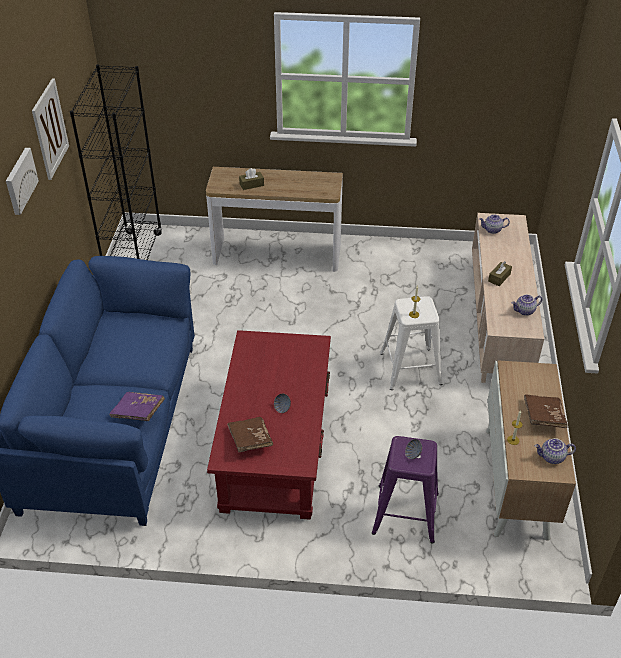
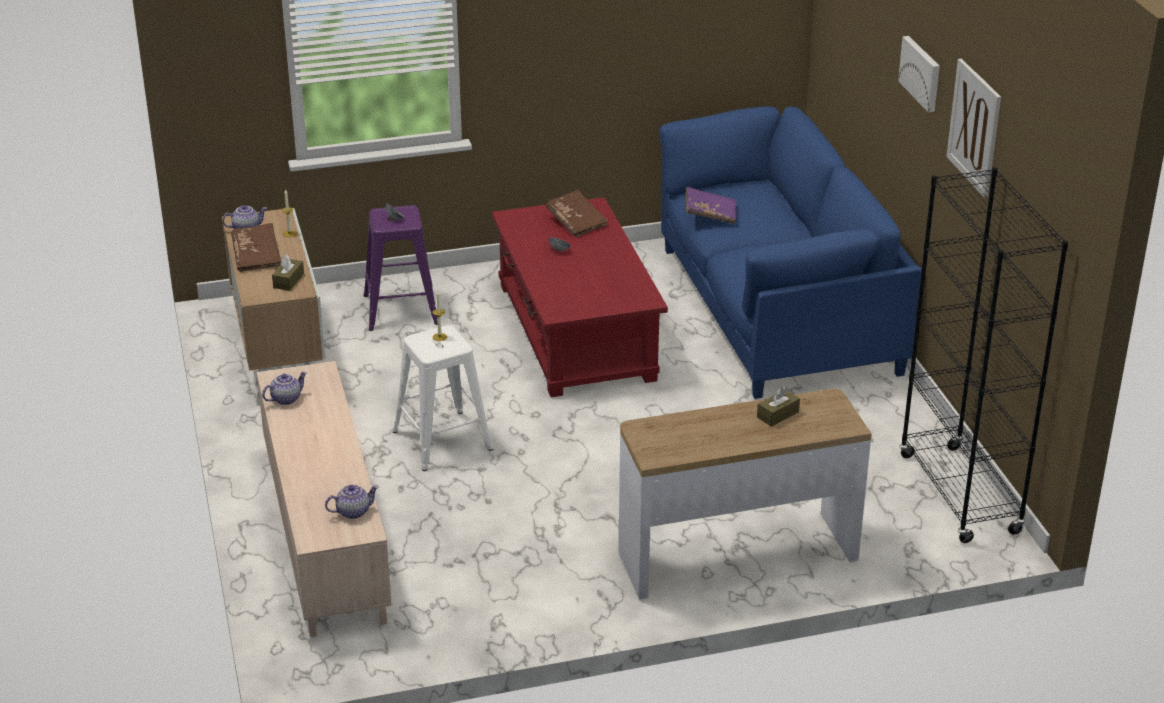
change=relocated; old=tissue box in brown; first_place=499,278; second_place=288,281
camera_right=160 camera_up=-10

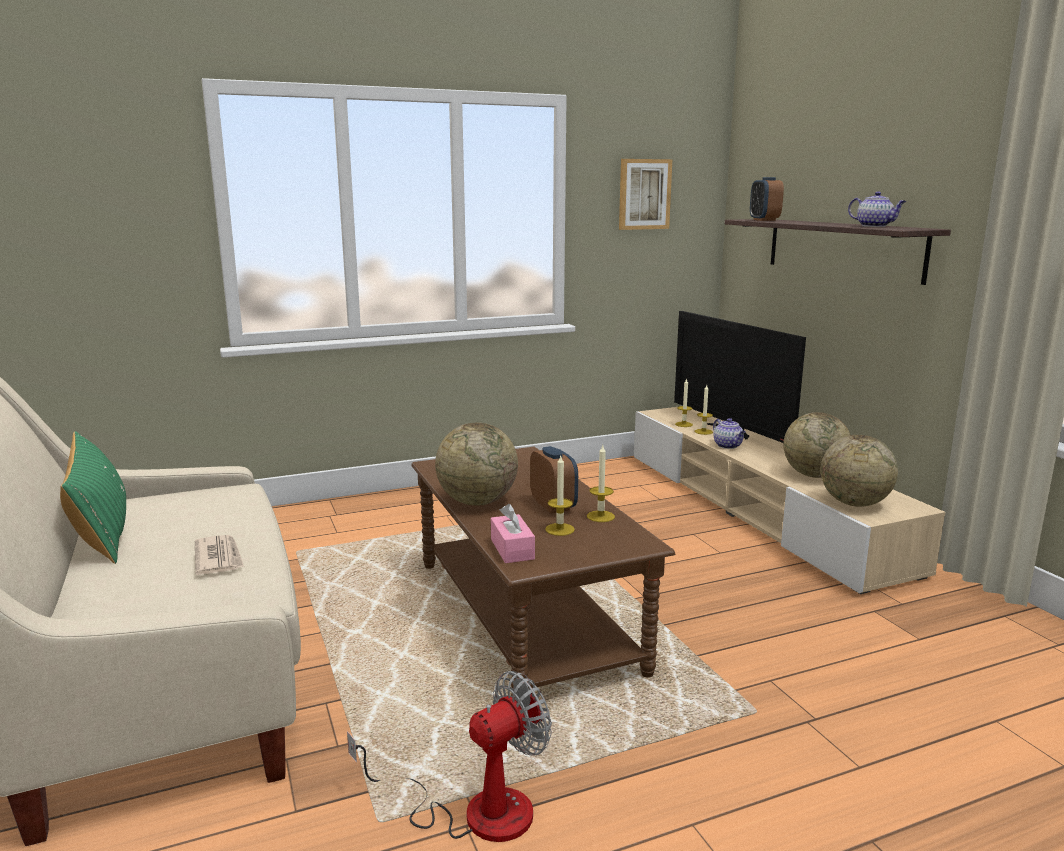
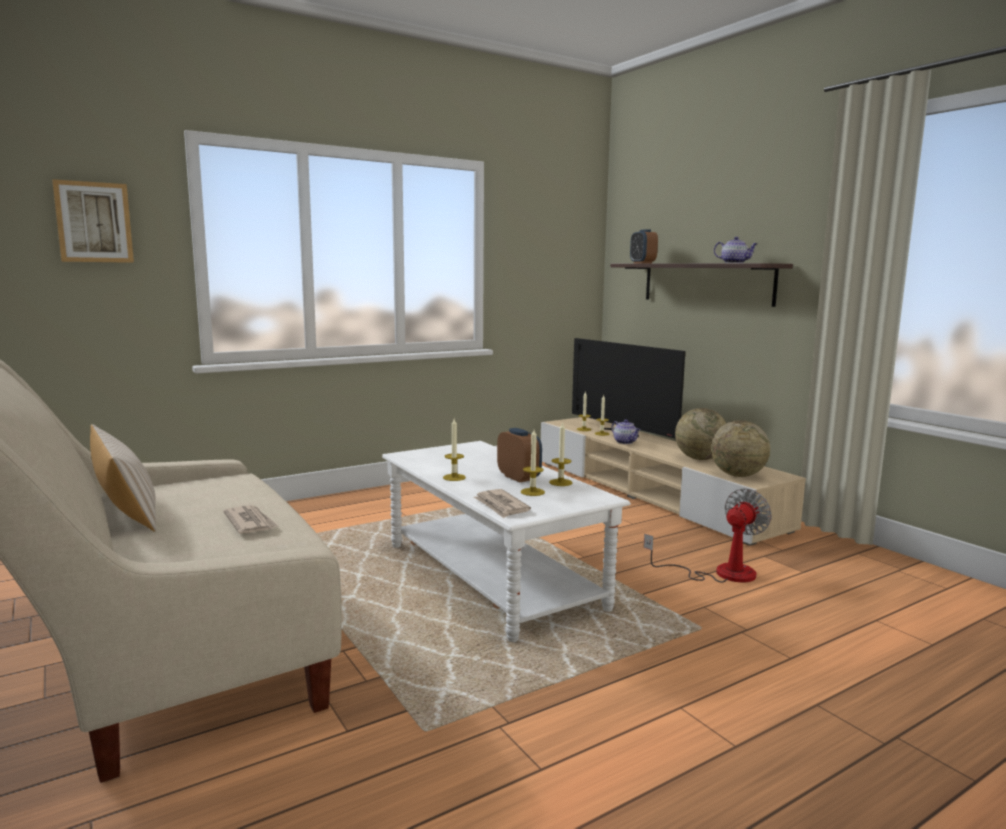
change=relocated; old=fan; first_place=474,810; second_place=720,573
change=relocated; old=picture; first_place=644,194; second_place=94,222
change=exchanged; old=globe; new=candle; first_place=477,502; second_place=454,477
change=exchanged; old=tissue box in pink; new=newspaper; first_place=512,549; second_place=501,506
change=colour; old=pillow in green; new=pillow in beige; first_place=101,530; second_place=126,509
change=colour; old=coffee table in brown; new=coffee table in white; first_place=525,615; second_place=491,576
camera_right=-10 camera_up=-5

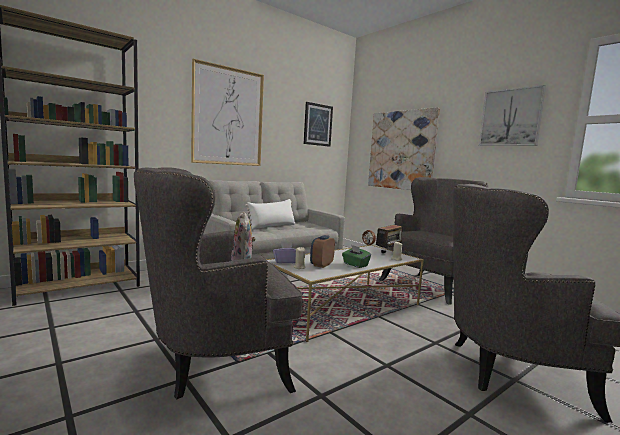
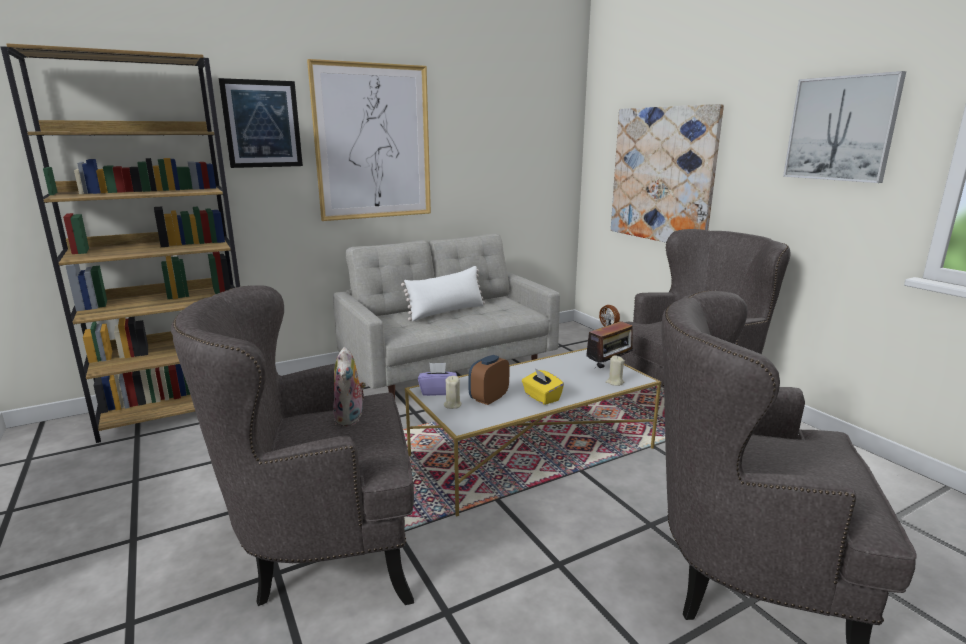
change=relocated; old=picture; first_place=317,125; second_place=262,124
change=colour; old=tissue box in green; new=tissue box in yellow; first_place=355,265; second_place=541,397
camera_right=10 camera_up=10

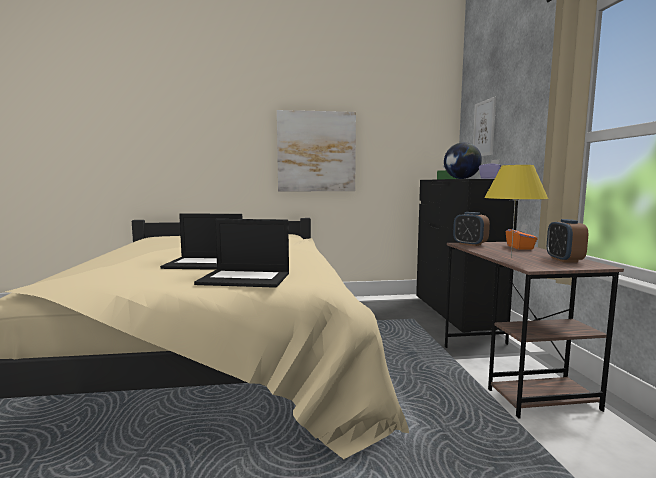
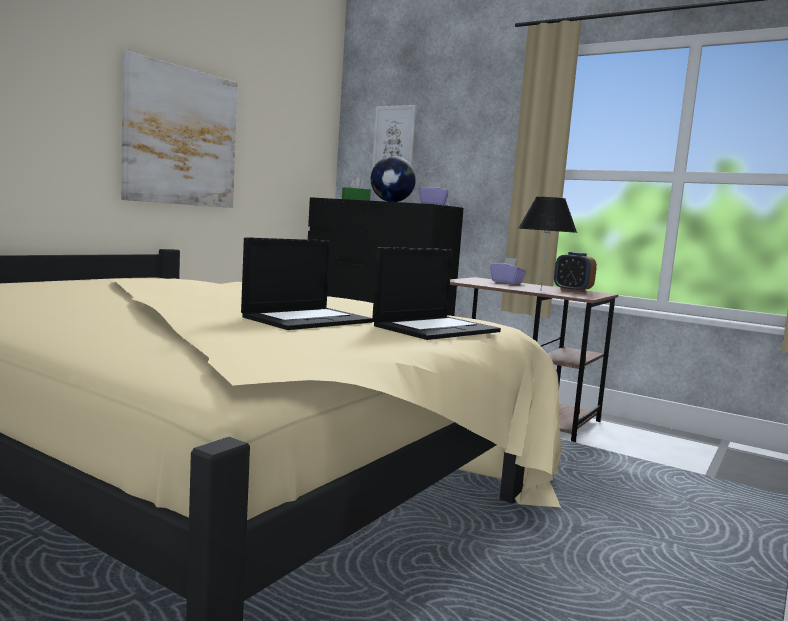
change=missing; old=alarm clock; first_place=470,244
change=colour; old=table lamp in yellow; new=table lamp in black; first_place=511,257; second_place=541,291
change=colour; old=tissue box in orange; new=tissue box in purple; first_place=520,247; second_place=507,282
camera_right=-50 camera_up=0

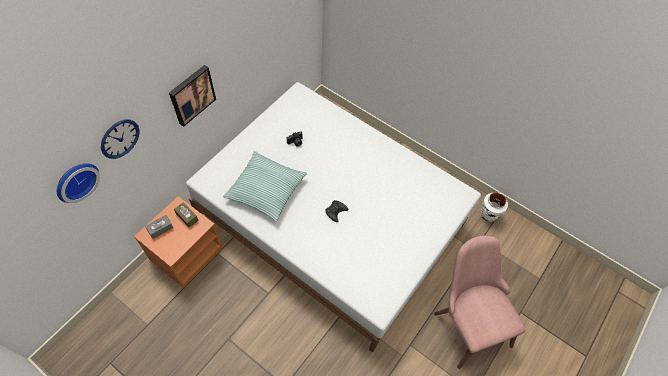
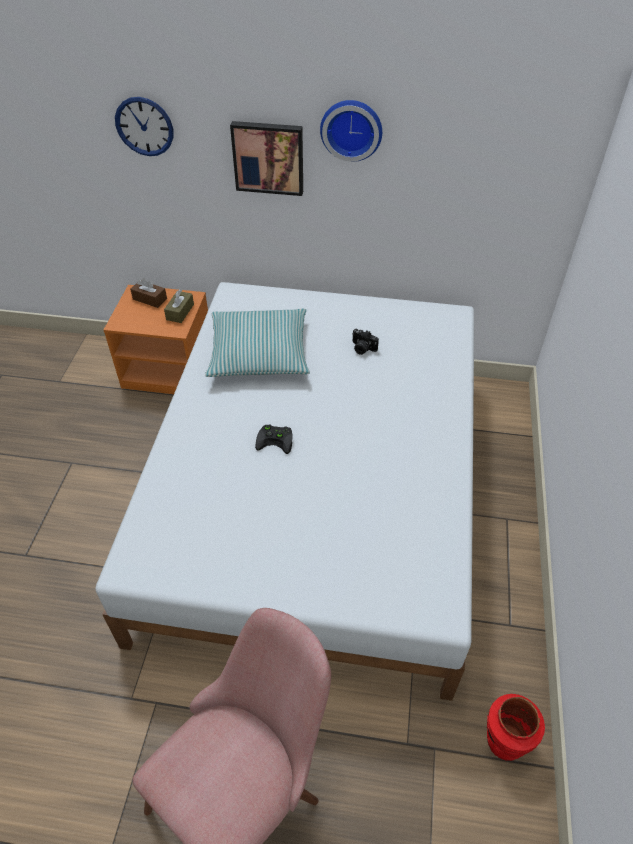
change=relocated; old=wall clock; first_place=75,180; second_place=351,129
change=colour; old=tissue box in grey; new=tissue box in brown; first_place=160,229; second_place=150,299
change=colour; old=vase in white; new=vase in red; first_place=488,215; second_place=504,741
camera_right=65 camera_up=-10

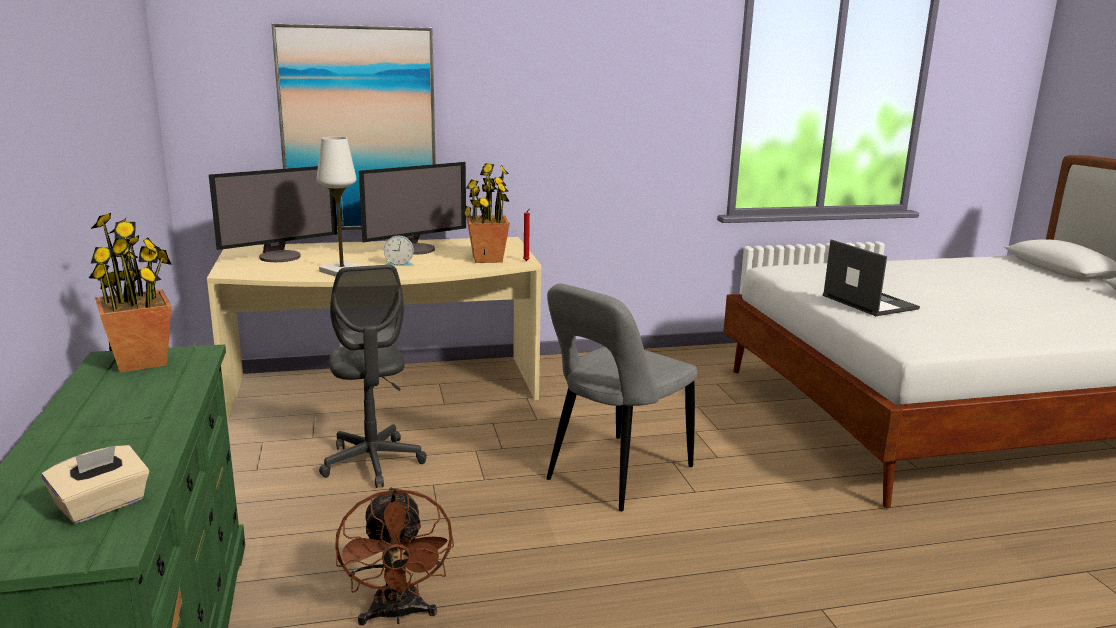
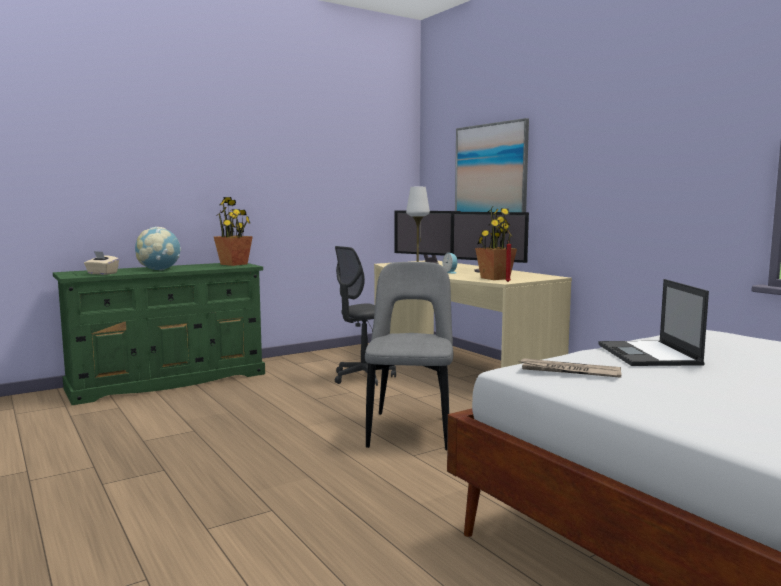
change=missing; old=fan in brown; first_place=397,614
change=appeared; new=globe; second_place=159,270
change=appeared; new=newspaper; second_place=569,371
change=spun; old=chair in grey; first_place=615,475; second_place=411,429; degrees=75
change=spun; old=laptop; first_place=868,302; second_place=649,354; degrees=135
camera_right=70 camera_up=-10

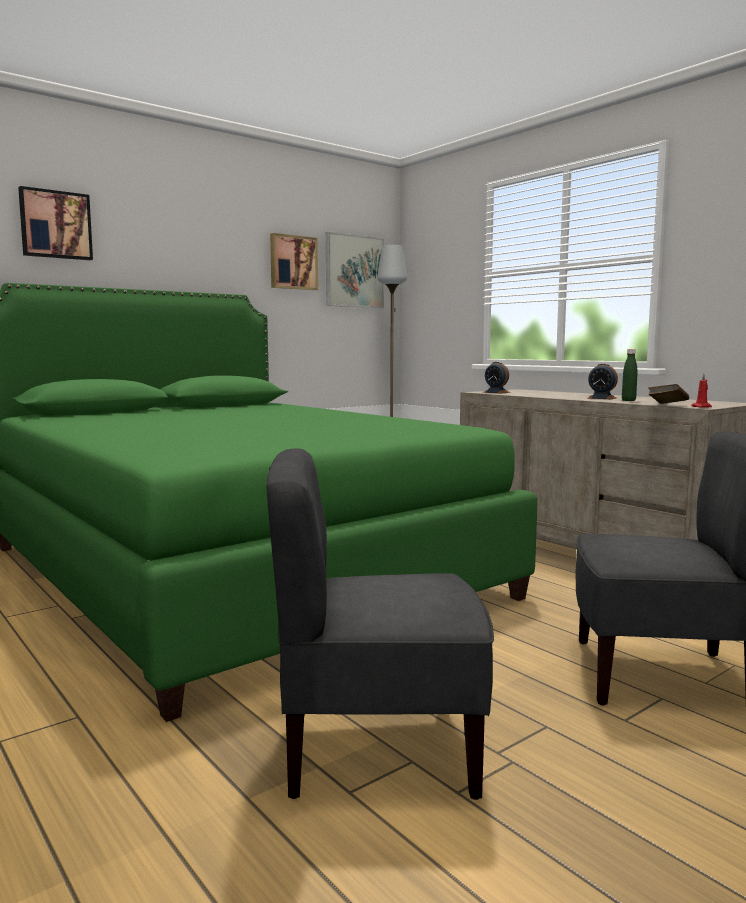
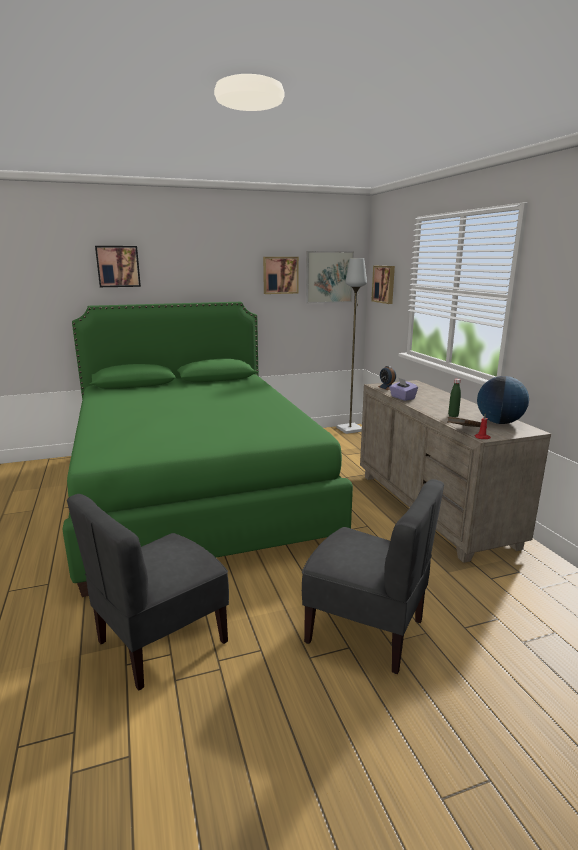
change=missing; old=alarm clock; first_place=602,398
change=appeared; new=picture; second_place=384,284
change=appeared; new=tissue box in purple; second_place=402,398
change=appeared; new=globe; second_place=499,422
change=spun; old=chair in grey; first_place=377,749; second_place=161,641; degrees=-60
camera_right=20 camera_up=10

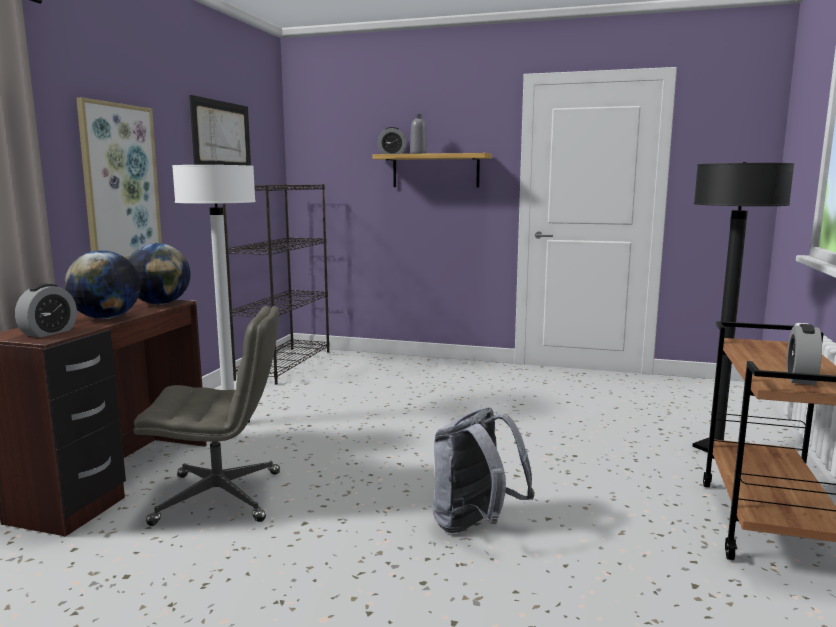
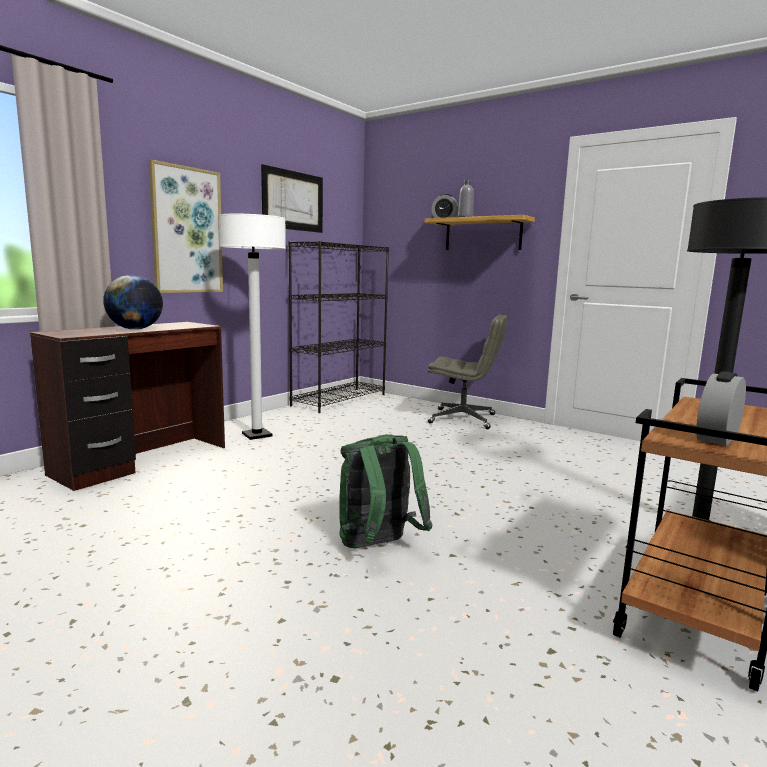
change=missing; old=alarm clock; first_place=49,333
change=missing; old=globe; first_place=160,303
change=relocated; old=office chair in grey; first_place=221,497; second_place=463,419
change=colour; old=backpack in grey; new=backpack in green; first_place=475,525; second_place=378,546
camera_right=20 camera_up=0

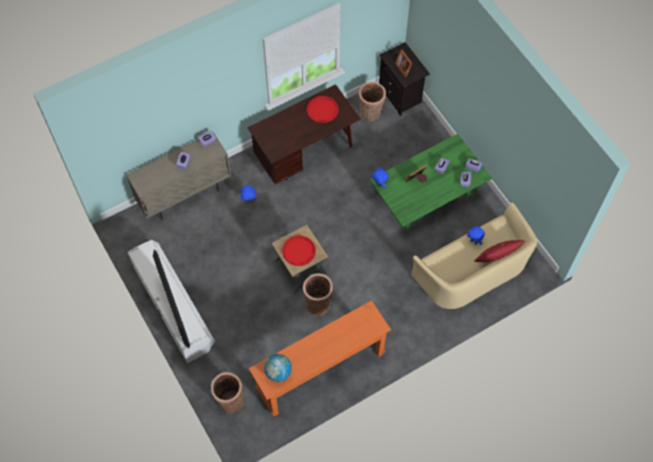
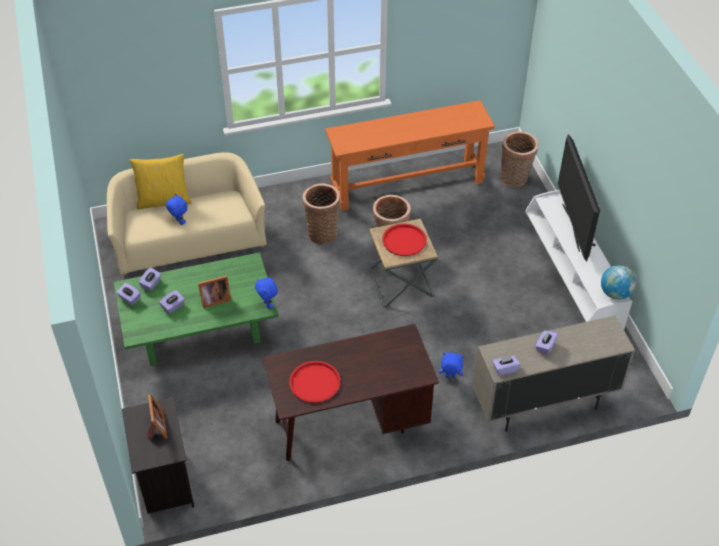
change=relocated; old=globe; first_place=278,372; second_place=615,293
change=relocated; old=basket; first_place=370,114; second_place=322,232
change=colour; old=pillow in red; new=pillow in yellow; first_place=496,259; second_place=164,200
camera_right=-165 camera_up=-15

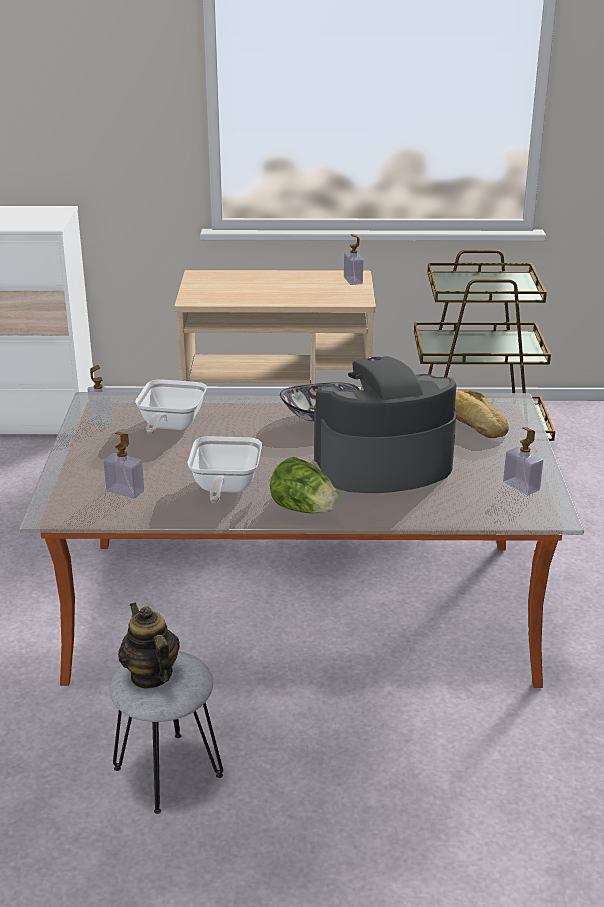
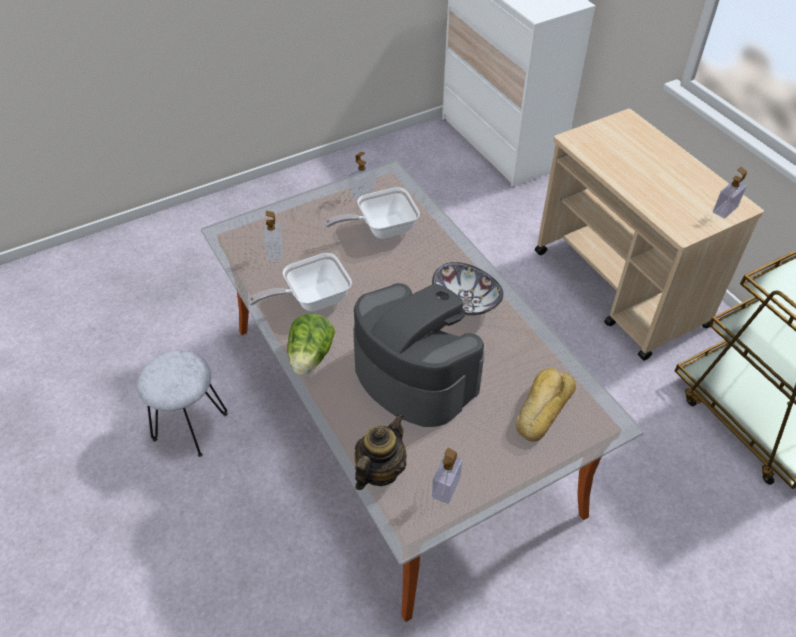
change=relocated; old=teapot; first_place=151,675; second_place=380,471
camera_right=60 camera_up=20

